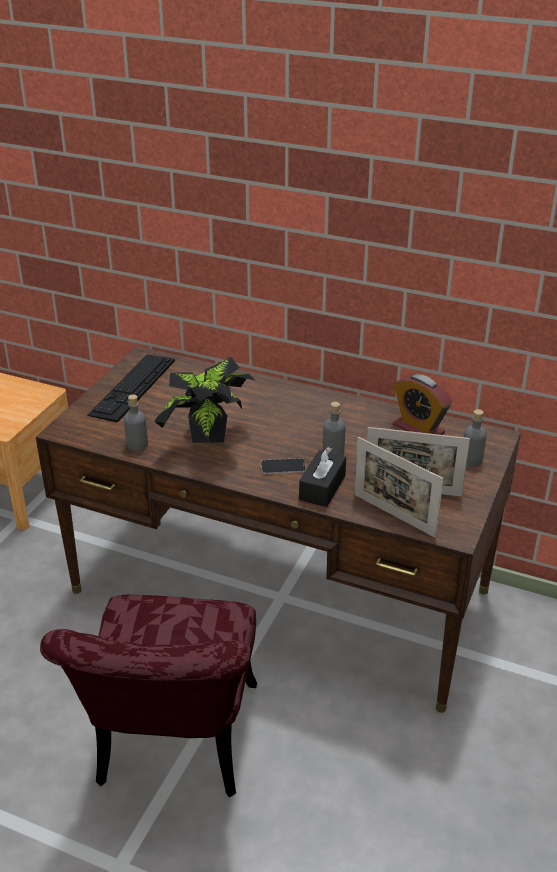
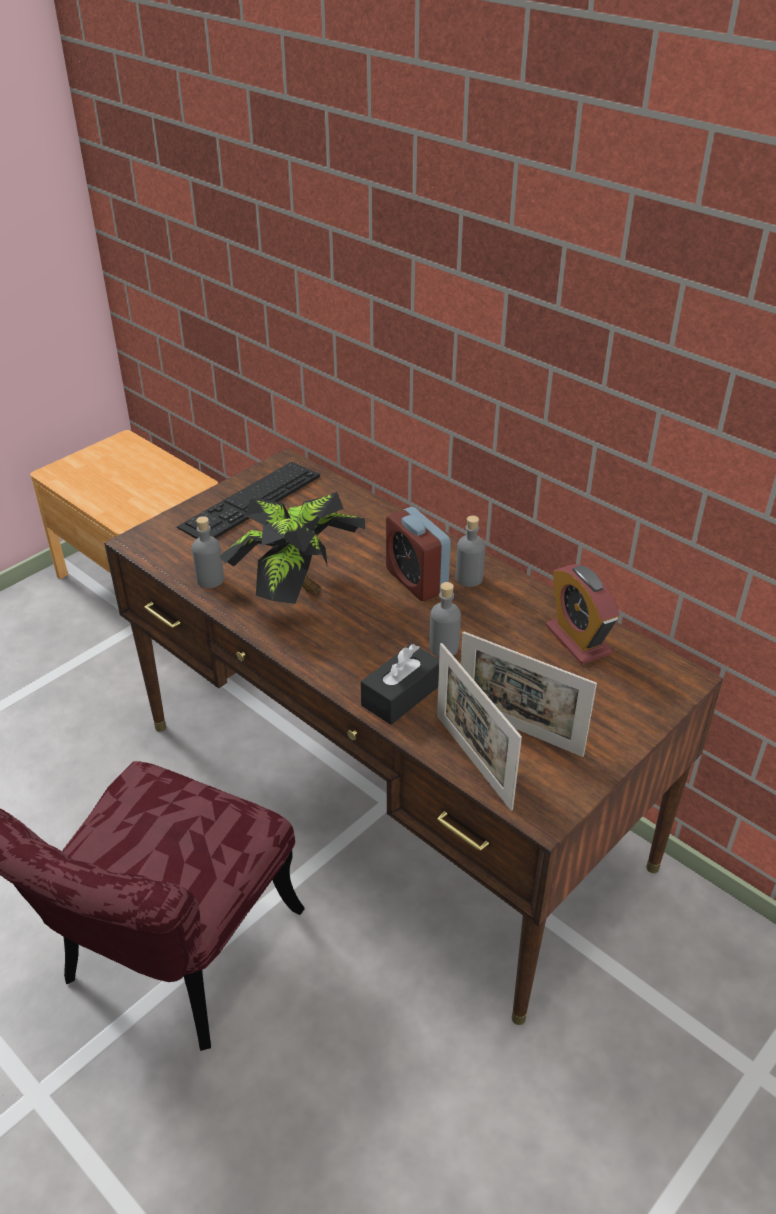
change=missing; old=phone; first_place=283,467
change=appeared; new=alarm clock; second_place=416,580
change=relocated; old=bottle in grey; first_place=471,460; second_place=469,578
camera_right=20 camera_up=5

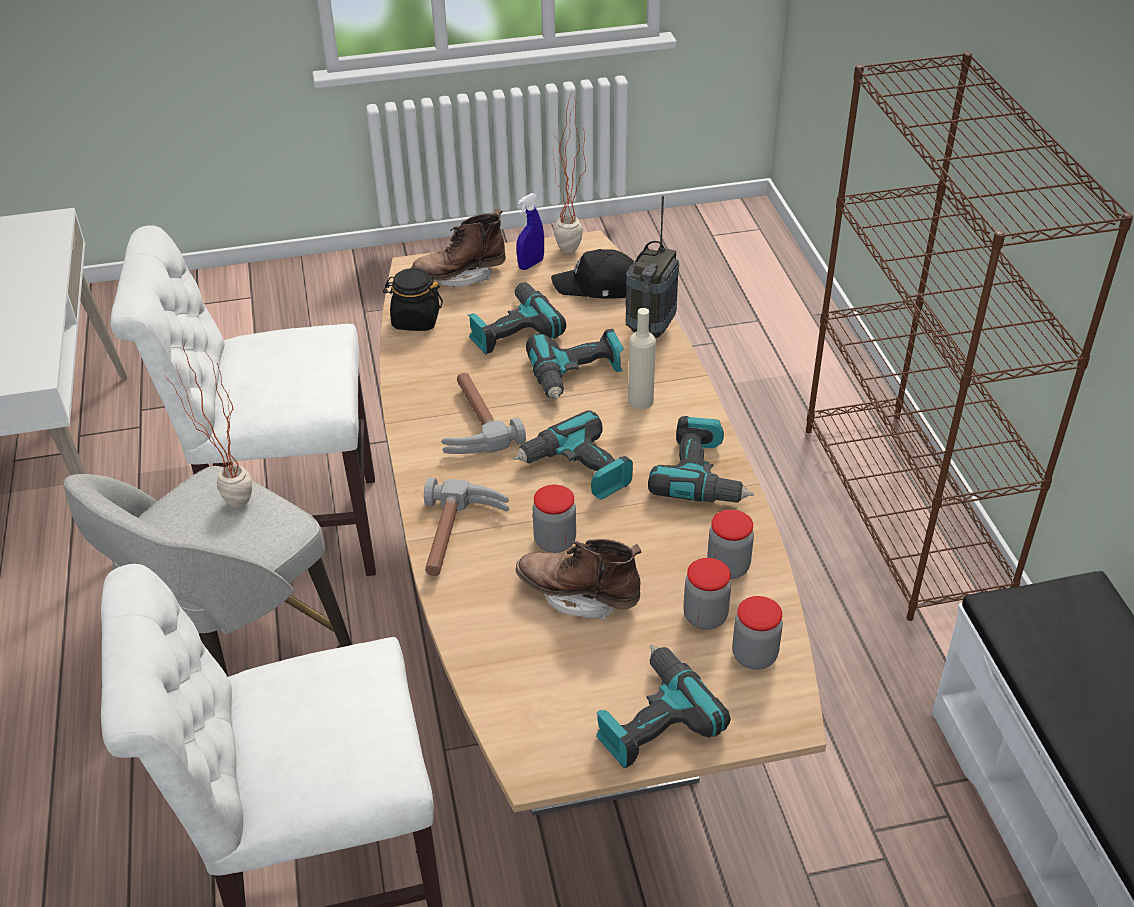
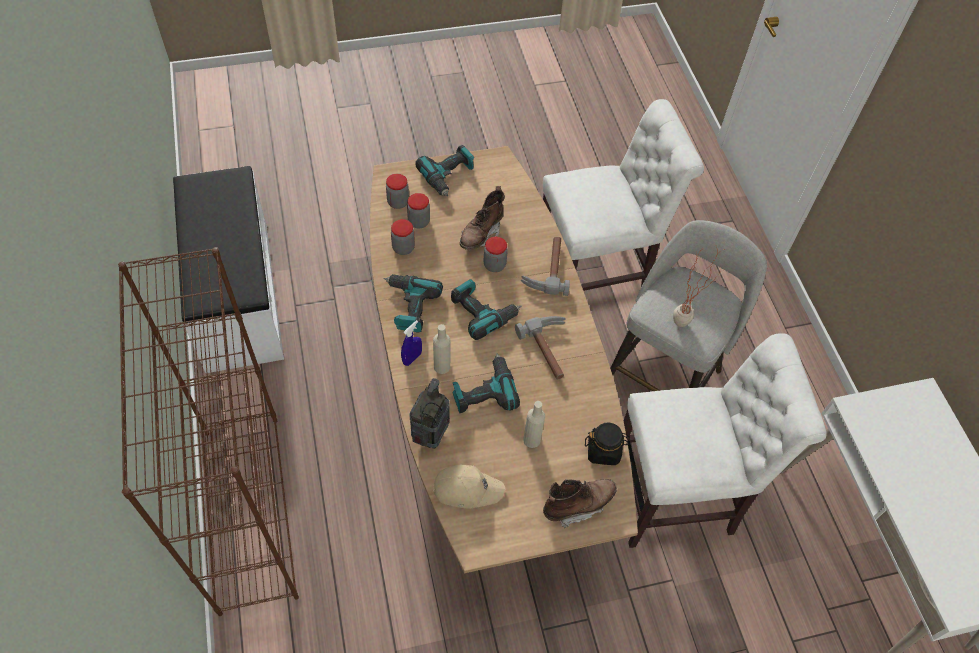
change=missing; old=potted plant; first_place=569,255
change=relocated; old=spray bottle in blue; first_place=531,264; second_place=412,358
change=exchanged; old=power drill; new=bottle in beige; first_place=511,329; second_place=531,440
change=colour; old=cap in black; new=cap in beige; first_place=599,286; second_place=467,489
change=spun; old=boot in brown; first_place=579,595; second_place=481,234; degrees=105
camera_right=175 camera_up=15

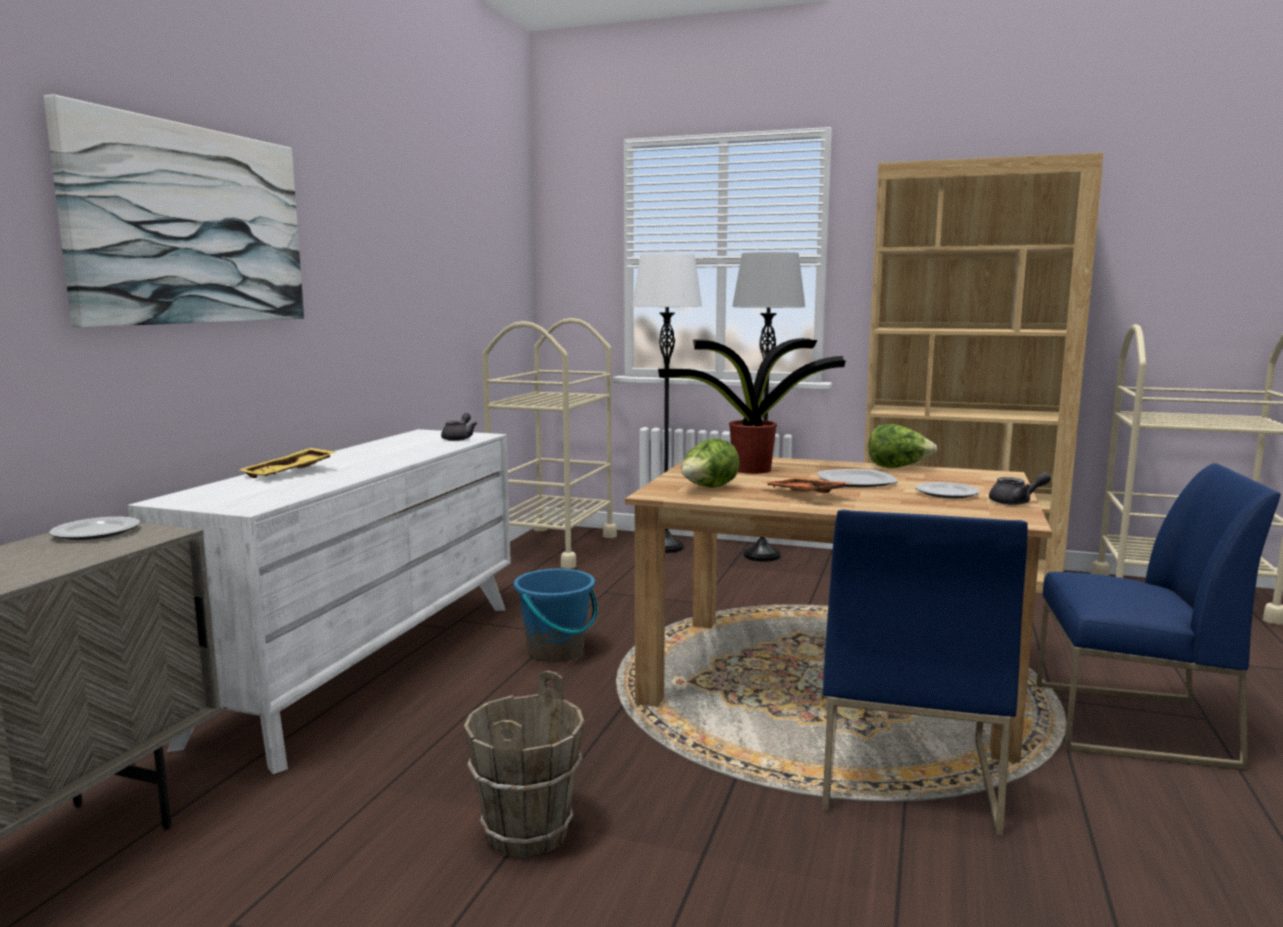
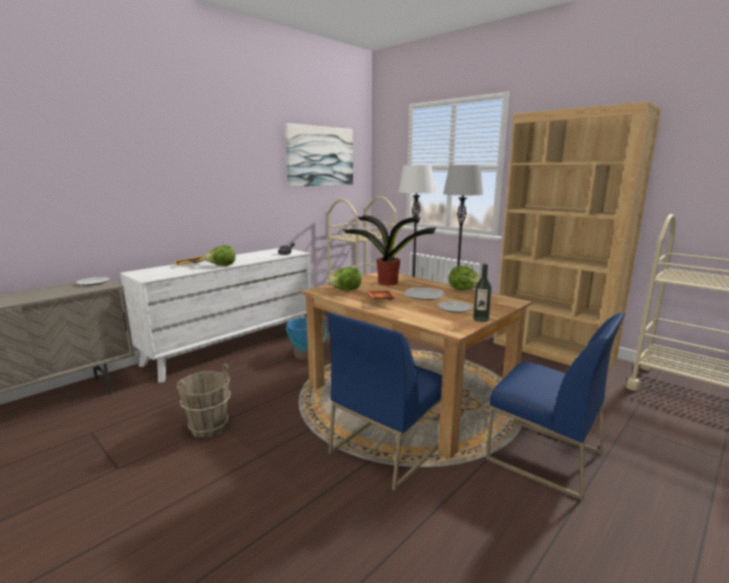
change=appeared; new=lettuce; second_place=221,266
change=relocated; old=picture; first_place=191,226; second_place=320,156
change=exchanged; old=teapot in grey; new=bottle; first_place=1016,502; second_place=480,319
camera_right=25 camera_up=5

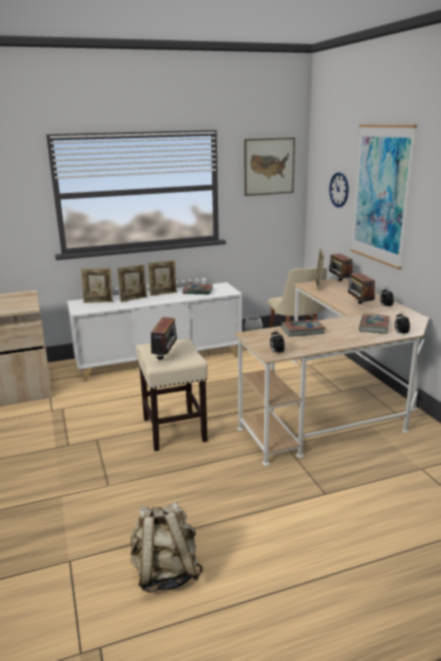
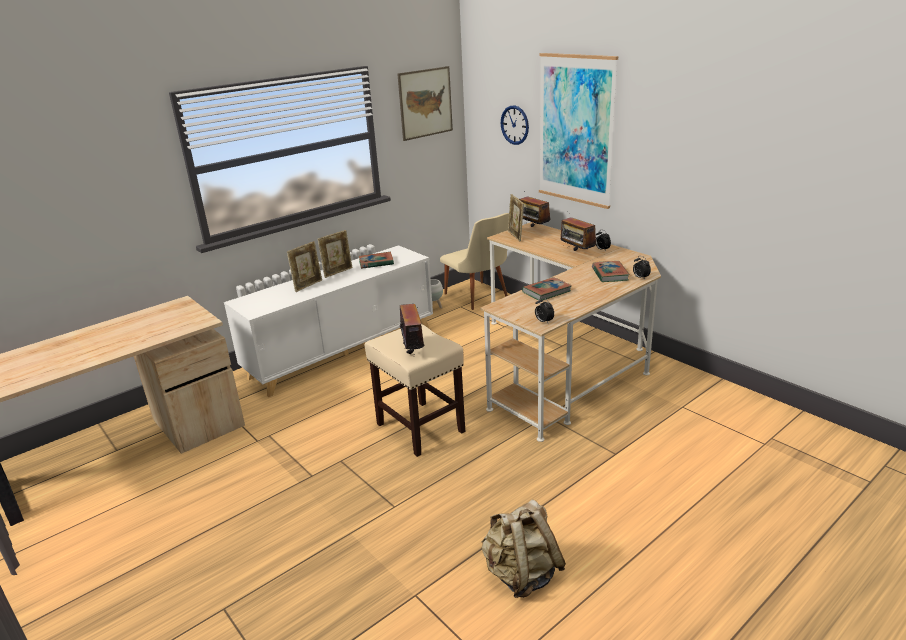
change=missing; old=picture frame; first_place=98,302
camera_right=-20 camera_up=5

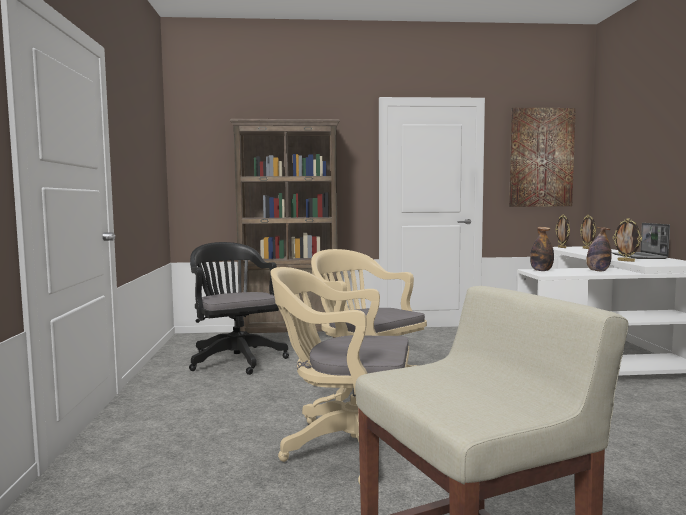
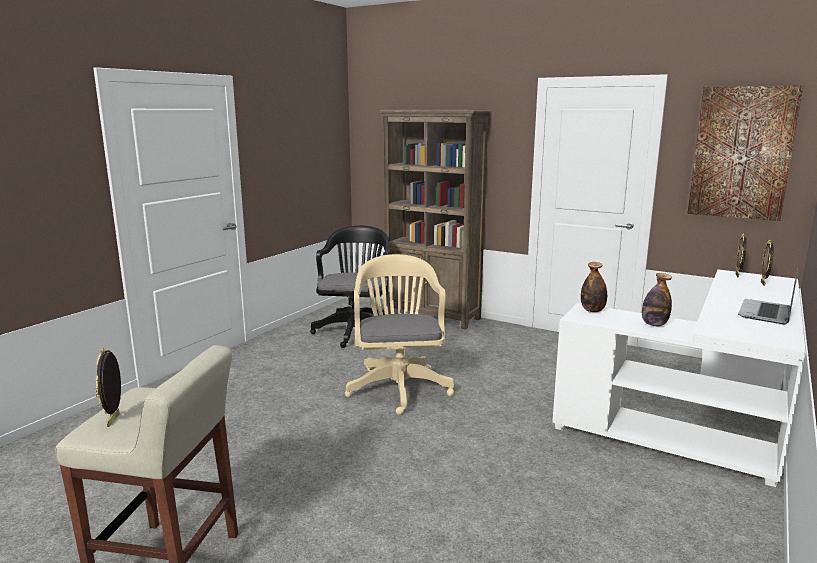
change=missing; old=office chair in beige; first_place=347,446
change=relocated; old=picture frame; first_place=626,261; second_place=114,420
camera_right=35 camera_up=10

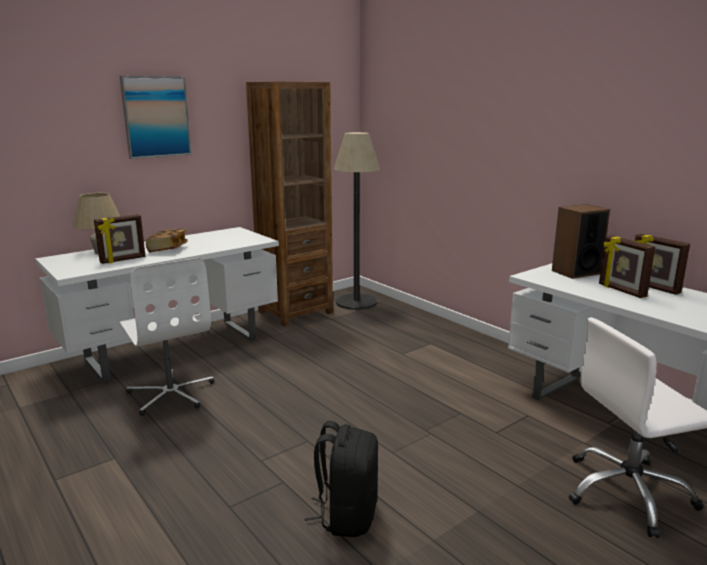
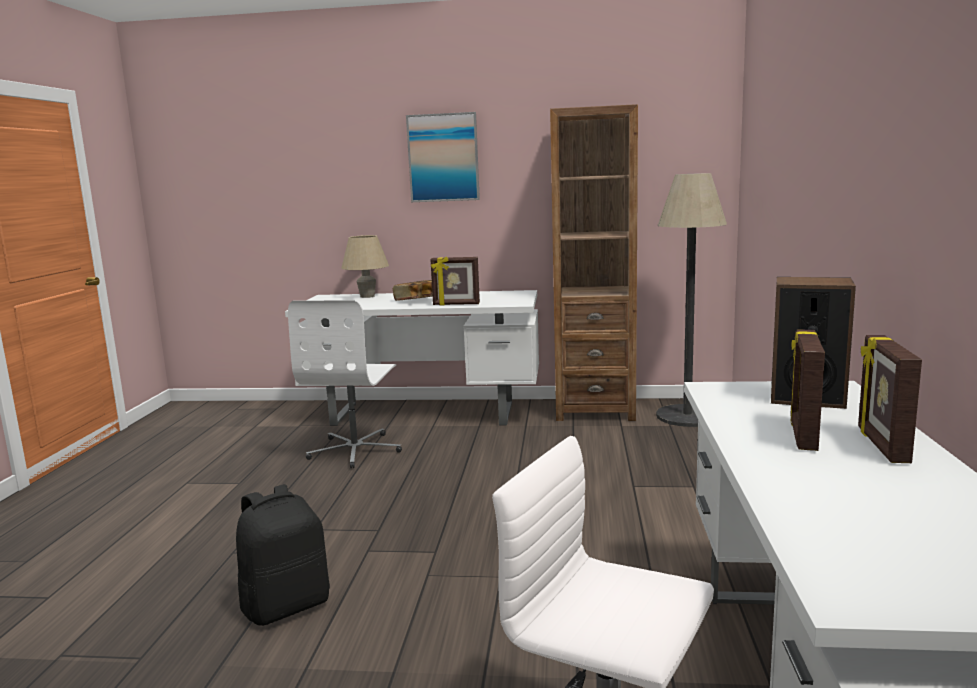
change=relocated; old=picture frame; first_place=123,260; second_place=456,304
camera_right=45 camera_up=-5

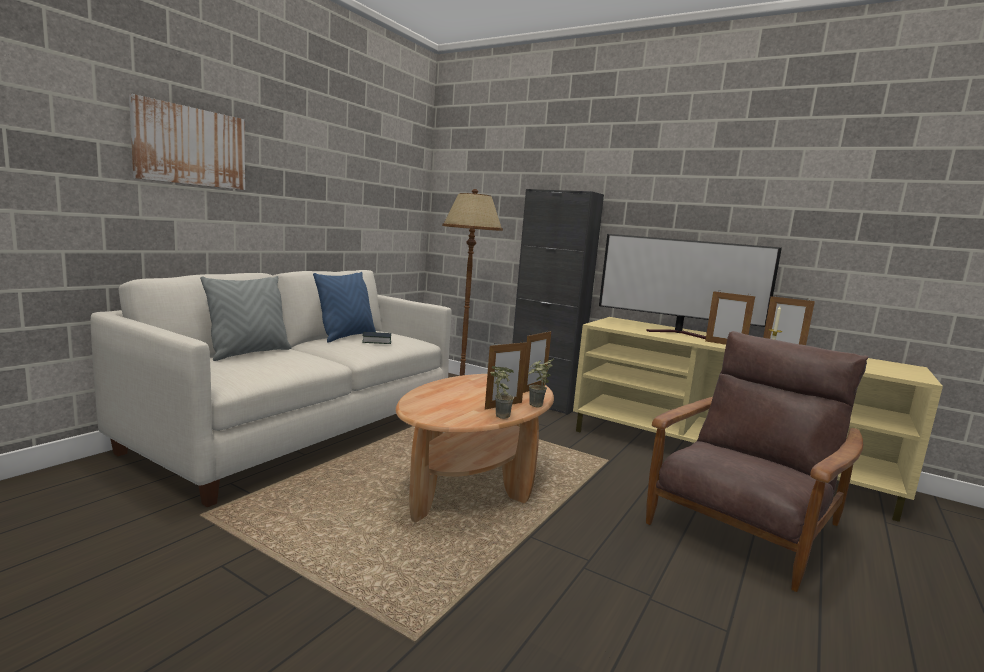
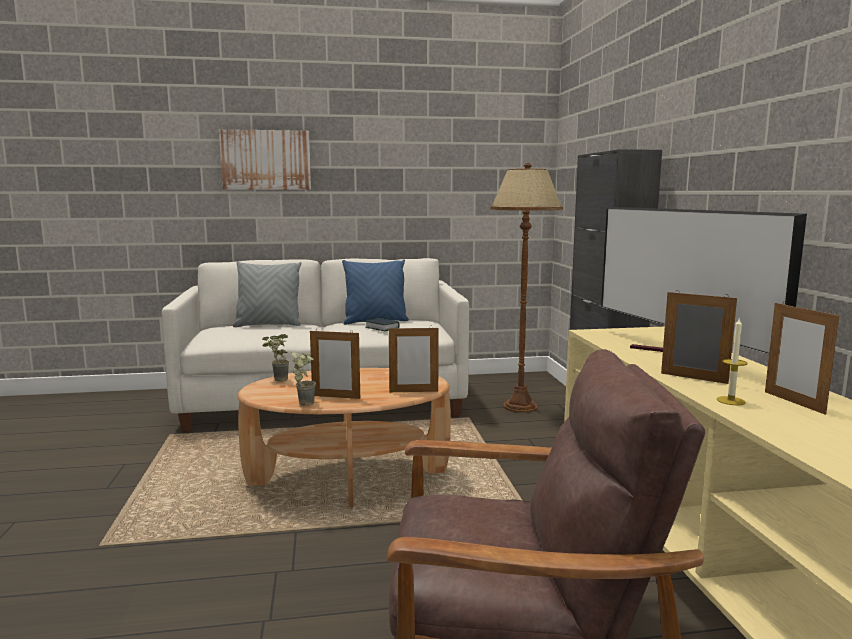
change=relocated; old=potted plant; first_place=535,406; second_place=277,380
change=spun; old=picture frame; first_place=725,344; second_place=693,378; degrees=135
camera_right=50 camera_up=0

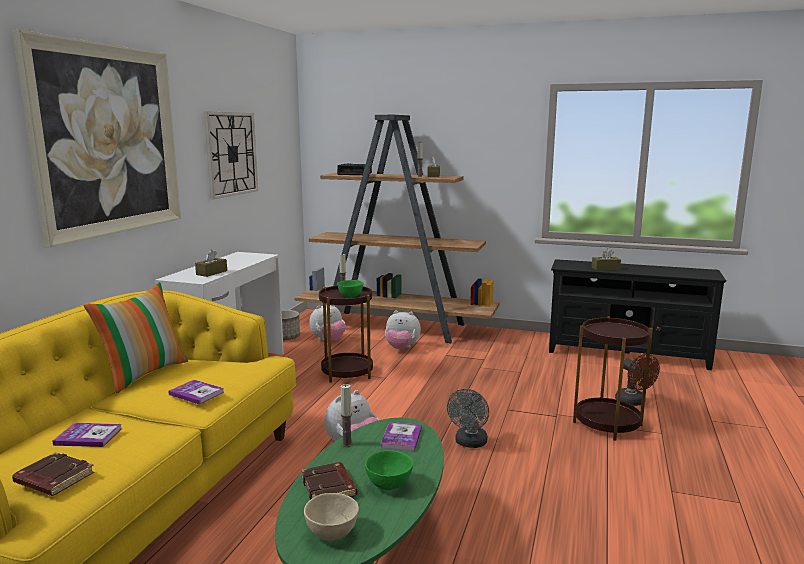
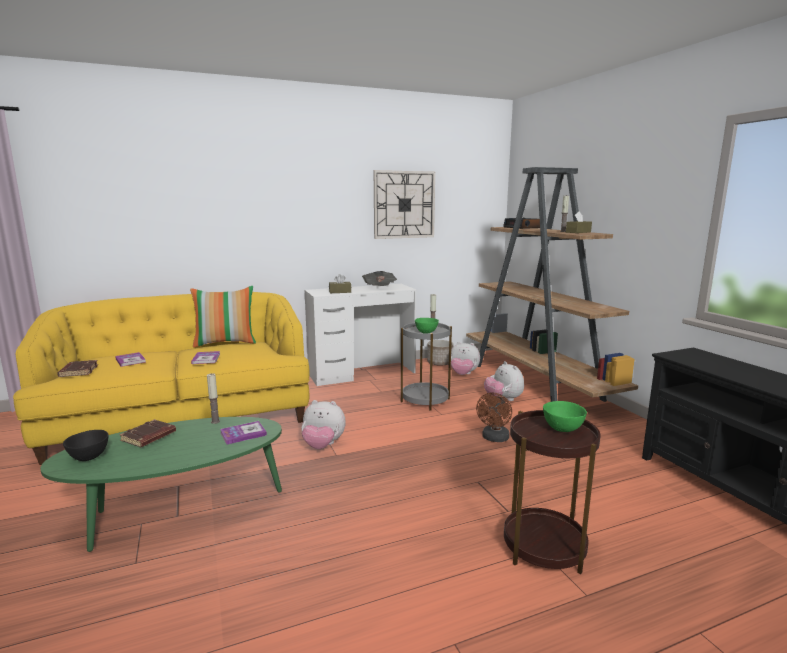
change=missing; old=picture; first_place=107,140
change=missing; old=fan in grey; first_place=469,443
change=missing; old=tissue box in brown; first_place=605,268
change=appeared; new=newspaper; second_place=379,288
change=relocated; old=bowl in green; first_place=390,485; second_place=563,429
change=relocated; old=fan in brown; first_place=634,402; second_place=494,438
change=colour; old=bowl in beige; new=bowl in black; first_place=331,533; second_place=89,457
change=colour; old=side table in brown; new=side table in grey; first_place=347,372; second_place=425,400
camera_right=50 camera_up=0

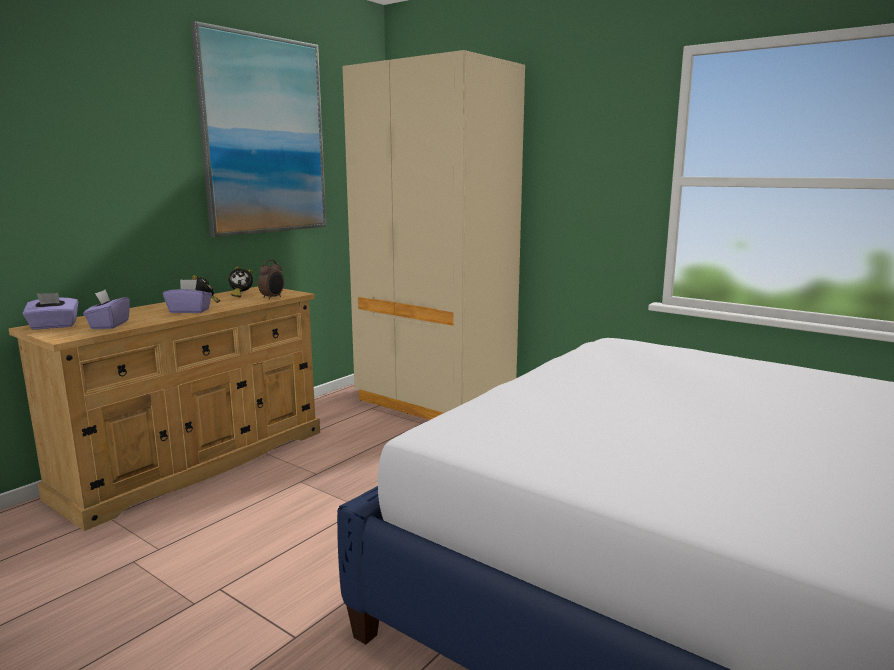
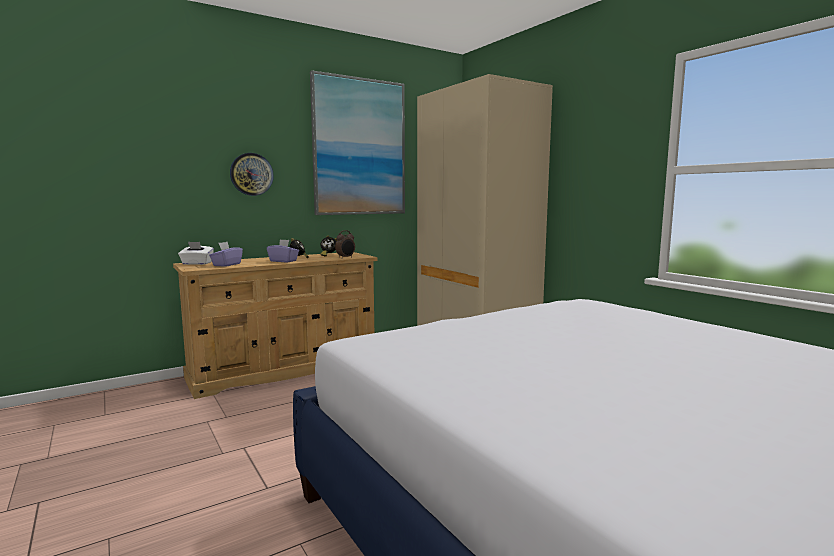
change=appeared; new=wall clock; second_place=251,174
change=colour; old=tissue box in purple; new=tissue box in white; first_place=53,326; second_place=196,263
camera_right=20 camera_up=-5

